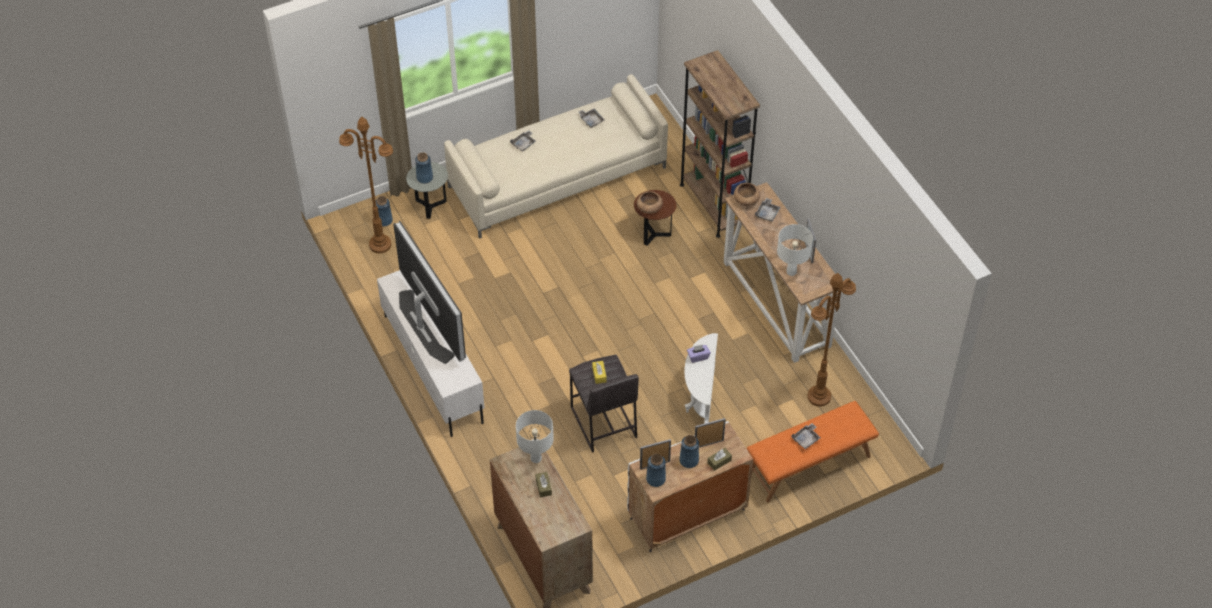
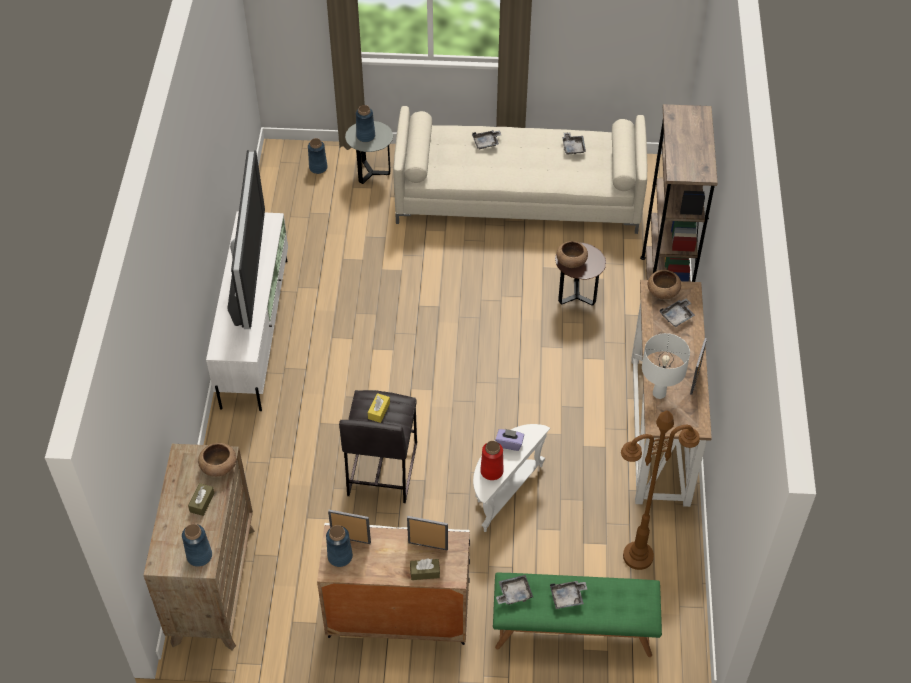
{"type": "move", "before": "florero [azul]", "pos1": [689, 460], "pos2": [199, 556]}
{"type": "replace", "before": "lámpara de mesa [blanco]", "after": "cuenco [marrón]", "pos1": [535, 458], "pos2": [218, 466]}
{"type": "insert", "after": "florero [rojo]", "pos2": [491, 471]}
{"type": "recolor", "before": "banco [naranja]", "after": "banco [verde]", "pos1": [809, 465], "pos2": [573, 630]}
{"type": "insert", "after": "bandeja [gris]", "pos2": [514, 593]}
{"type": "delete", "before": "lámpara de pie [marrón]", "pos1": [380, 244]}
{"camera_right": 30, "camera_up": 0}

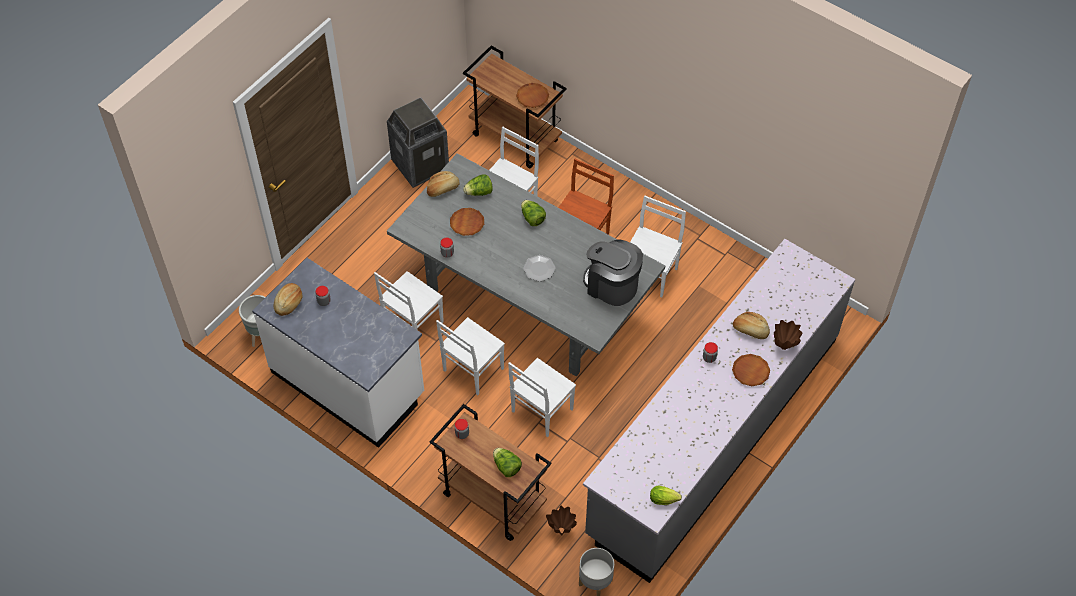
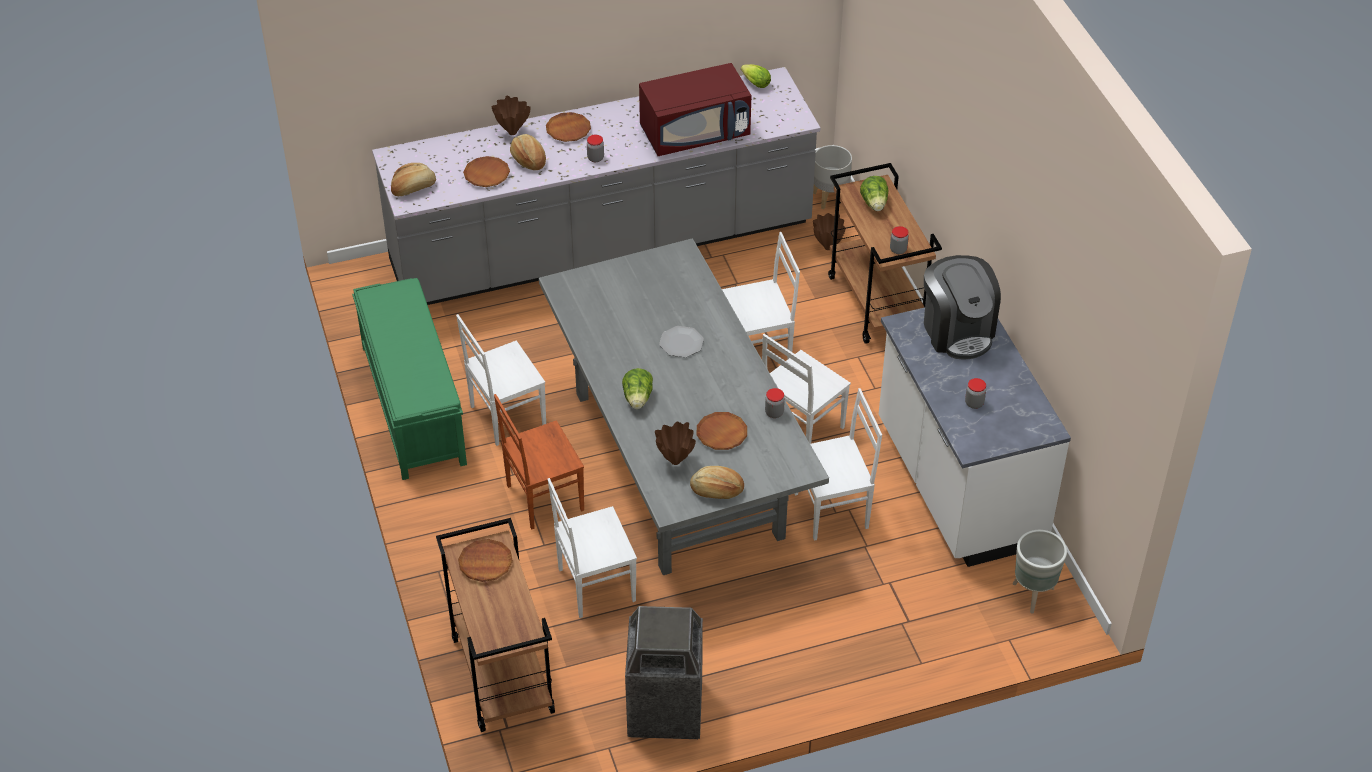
{"type": "insert", "after": "banco [verde]", "pos2": [413, 404]}
{"type": "move", "before": "pan", "pos1": [289, 303], "pos2": [413, 188]}
{"type": "insert", "after": "plato [marrón]", "pos2": [486, 174]}
{"type": "insert", "after": "microondas [rojo]", "pos2": [695, 133]}
{"type": "replace", "before": "lechuga", "after": "florero [marrón]", "pos1": [479, 192], "pos2": [675, 462]}
{"type": "rotate", "before": "silla [blanco]", "pos1": [472, 369], "pos2": [801, 426], "turn": 150}
{"type": "move", "before": "cafetera", "pos1": [611, 285], "pos2": [957, 331]}
{"camera_right": -145, "camera_up": -10}

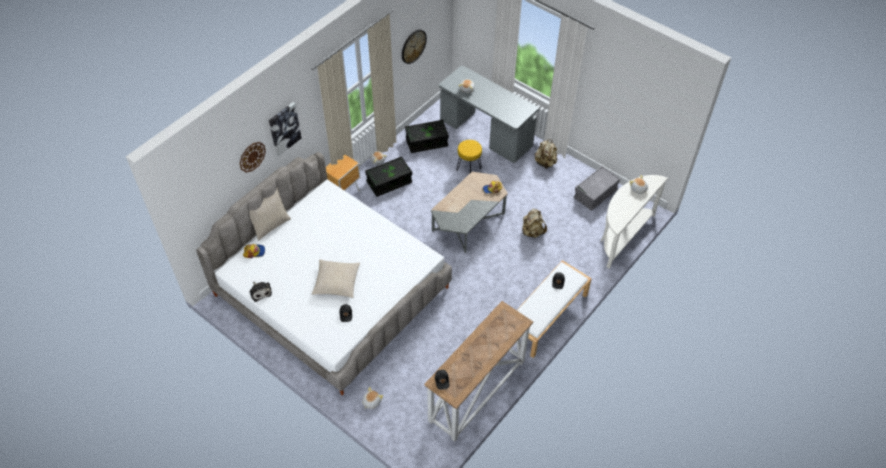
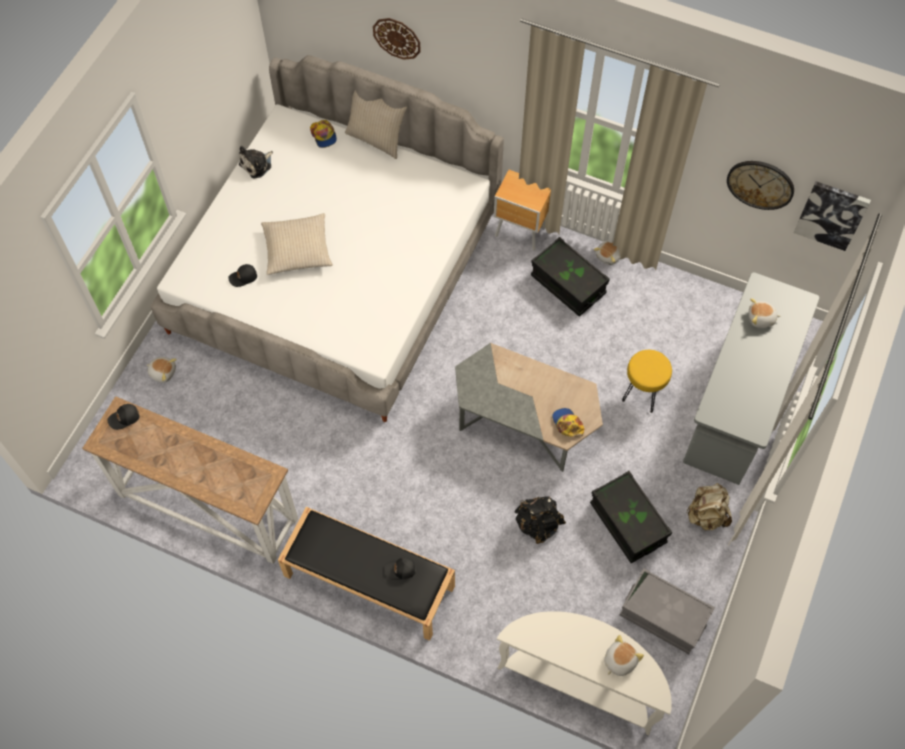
{"type": "recolor", "before": "banco [blanco]", "after": "banco [negro]", "pos1": [546, 316], "pos2": [368, 581]}
{"type": "recolor", "before": "mochila [beis]", "after": "mochila [negro]", "pos1": [532, 232], "pos2": [538, 524]}
{"type": "move", "before": "caja de almacenaje [negro]", "pos1": [426, 142], "pos2": [627, 523]}
{"type": "move", "before": "cuadro", "pos1": [284, 128], "pos2": [831, 214]}
{"camera_right": 75, "camera_up": 10}

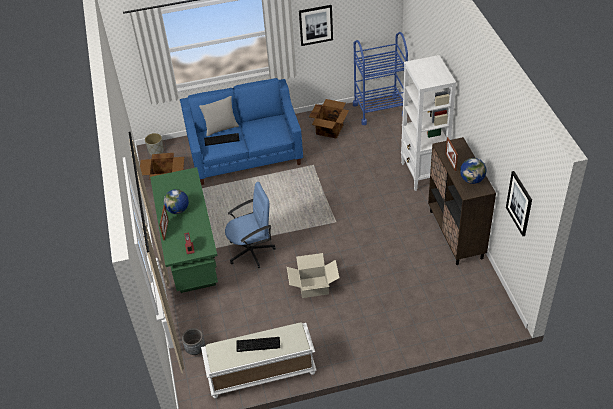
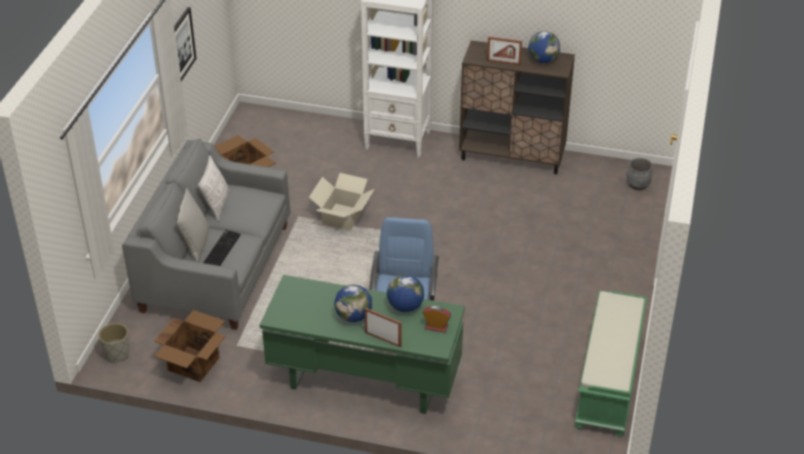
{"type": "recolor", "before": "sofá [azul]", "after": "sofá [gris]", "pos1": [245, 154], "pos2": [216, 268]}
{"type": "insert", "after": "cojín", "pos2": [216, 205]}
{"type": "move", "before": "caja de cartón", "pos1": [314, 287], "pos2": [343, 217]}
{"type": "insert", "after": "globo terráqueo", "pos2": [405, 307]}
{"type": "recolor", "before": "banco [blanco]", "after": "banco [verde]", "pos1": [261, 373], "pos2": [609, 382]}
{"type": "move", "before": "maceta [gris]", "pos1": [195, 349], "pos2": [637, 185]}
{"type": "delete", "before": "teclado", "pos1": [257, 345]}
{"type": "delete", "before": "carrito [azul]", "pos1": [379, 110]}
{"type": "delete", "before": "cuadro", "pos1": [519, 203]}
{"camera_right": -65, "camera_up": -5}

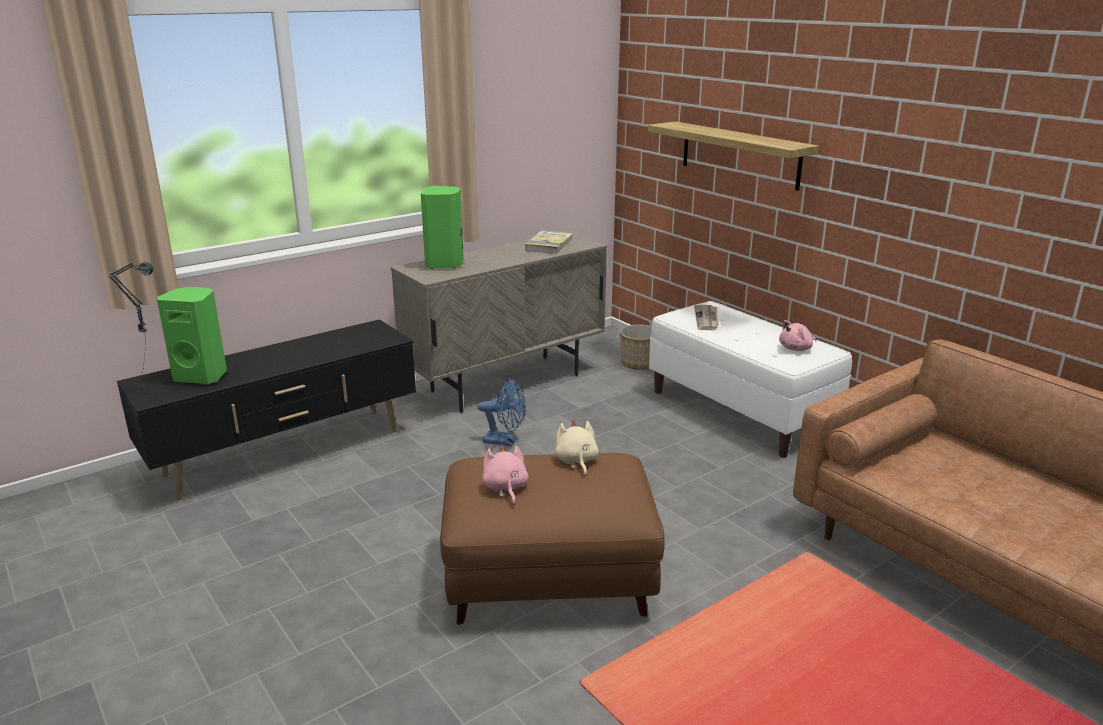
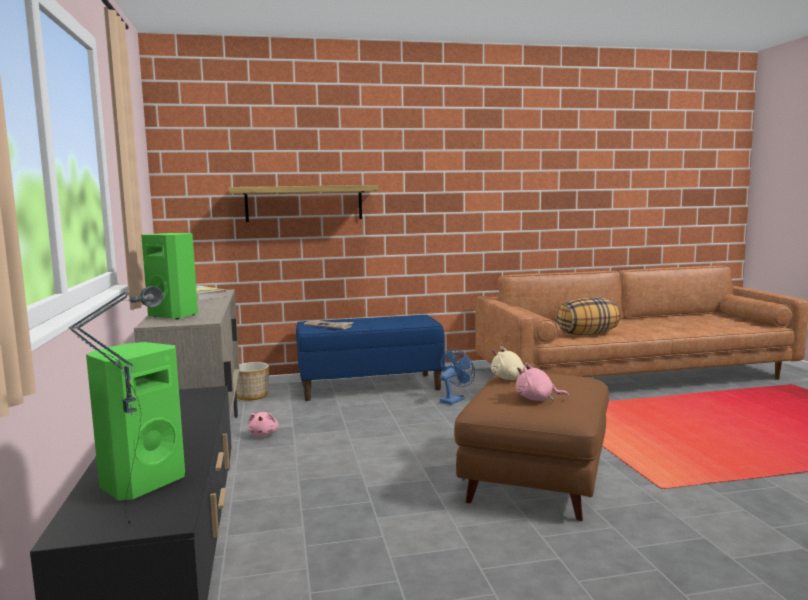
{"type": "move", "before": "peluche [rosa]", "pos1": [796, 349], "pos2": [264, 434]}
{"type": "recolor", "before": "banco [blanco]", "after": "banco [azul]", "pos1": [740, 412], "pos2": [370, 386]}
{"type": "move", "before": "ventilador [azul]", "pos1": [505, 441], "pos2": [454, 400]}
{"type": "insert", "after": "cojín", "pos2": [587, 334]}
{"camera_right": -65, "camera_up": -15}

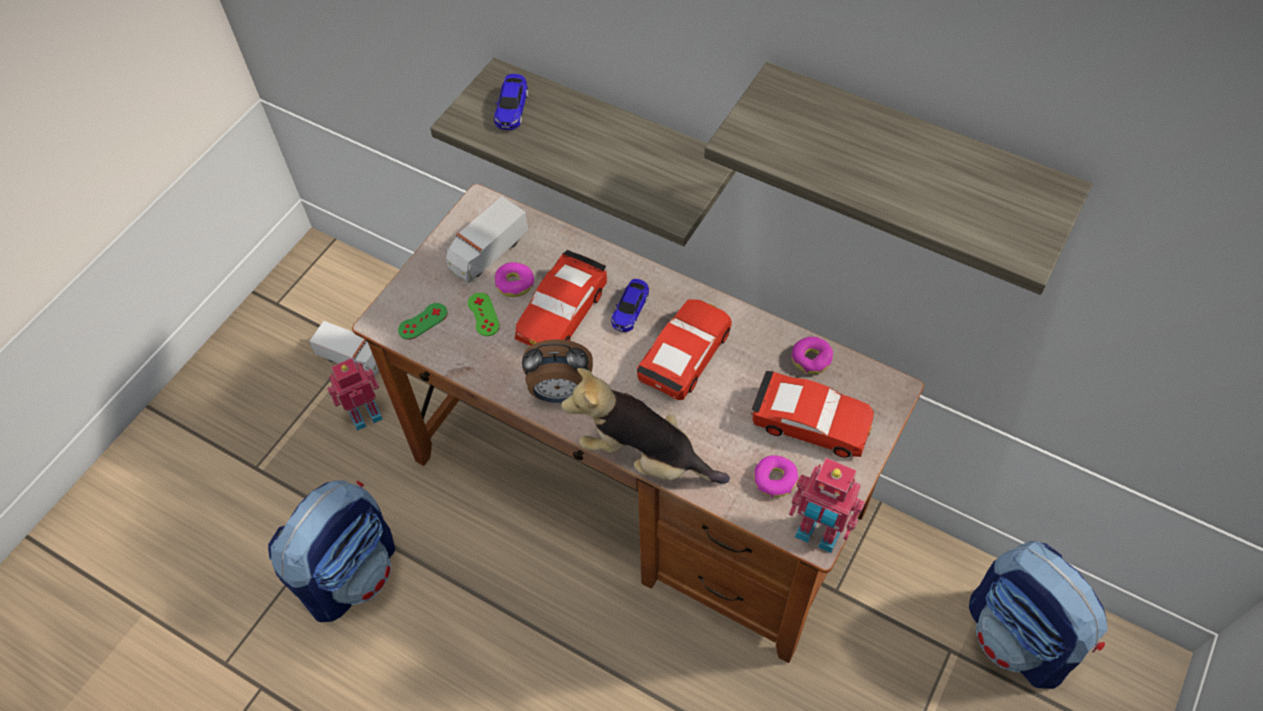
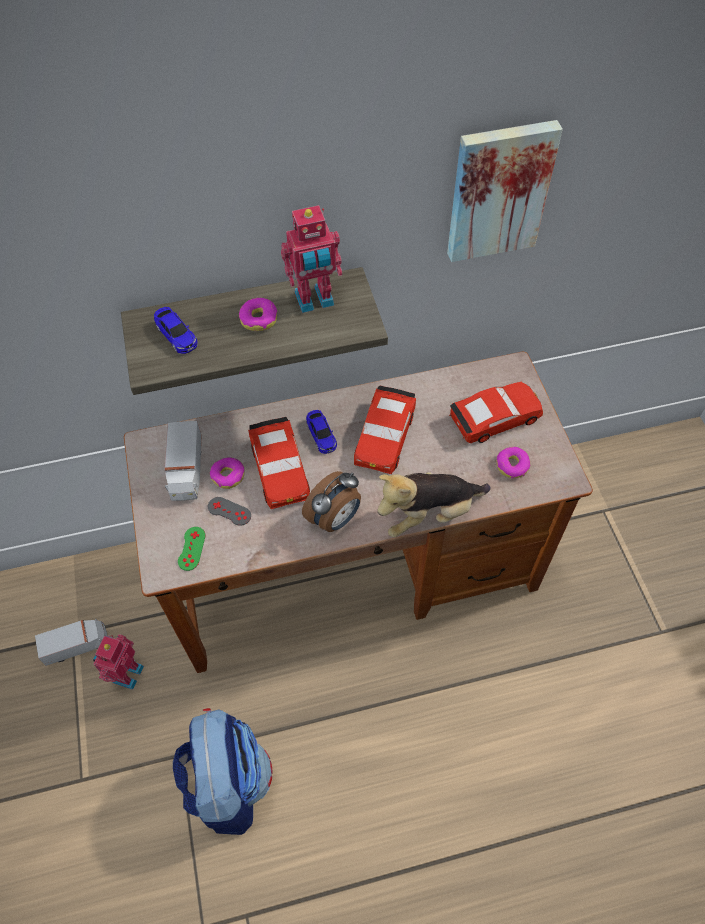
{"type": "recolor", "before": "mando de consola [verde]", "after": "mando de consola [gris]", "pos1": [483, 314], "pos2": [229, 511]}
{"type": "move", "before": "rosquilla", "pos1": [811, 359], "pos2": [259, 319]}
{"type": "move", "before": "robot de juguete", "pos1": [818, 533], "pos2": [315, 301]}
{"type": "rotate", "before": "coche de juguete [rojo]", "pos1": [685, 356], "pos2": [384, 437], "turn": -150}
{"type": "replace", "before": "estante", "after": "cuadro", "pos1": [911, 161], "pos2": [498, 190]}
{"type": "delete", "before": "mochila", "pos1": [1019, 638]}
{"camera_right": -45, "camera_up": 0}

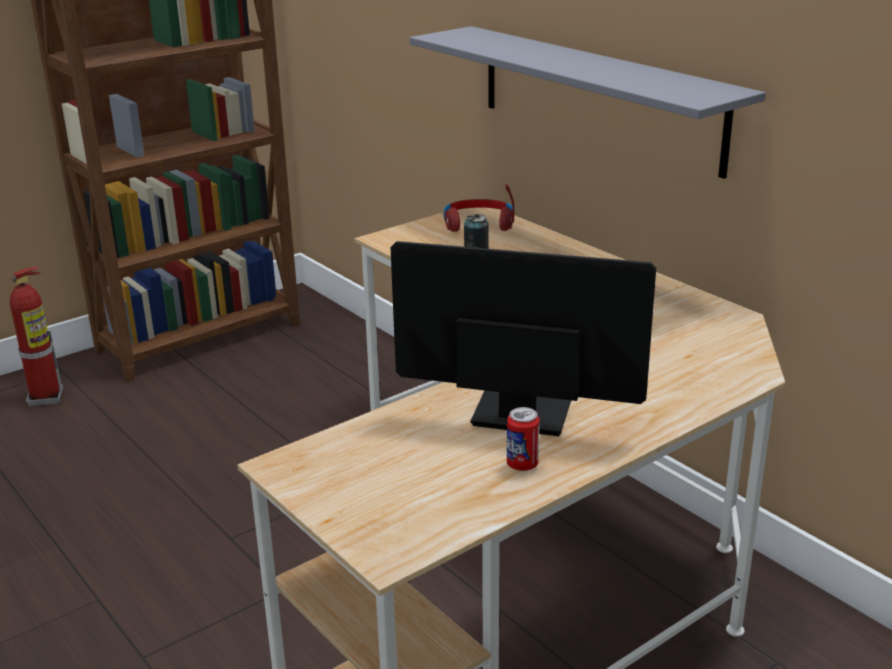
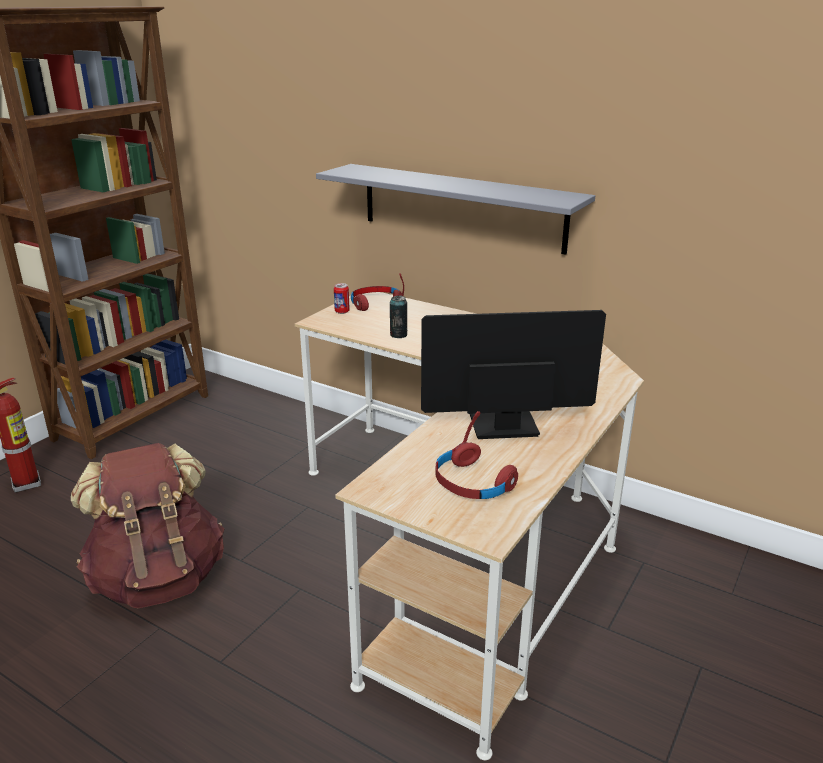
{"type": "insert", "after": "mochila [marrón]", "pos2": [159, 578]}
{"type": "move", "before": "lata", "pos1": [522, 465], "pos2": [342, 311]}
{"type": "insert", "after": "auriculares [rojo]", "pos2": [472, 483]}
{"camera_right": -20, "camera_up": 0}

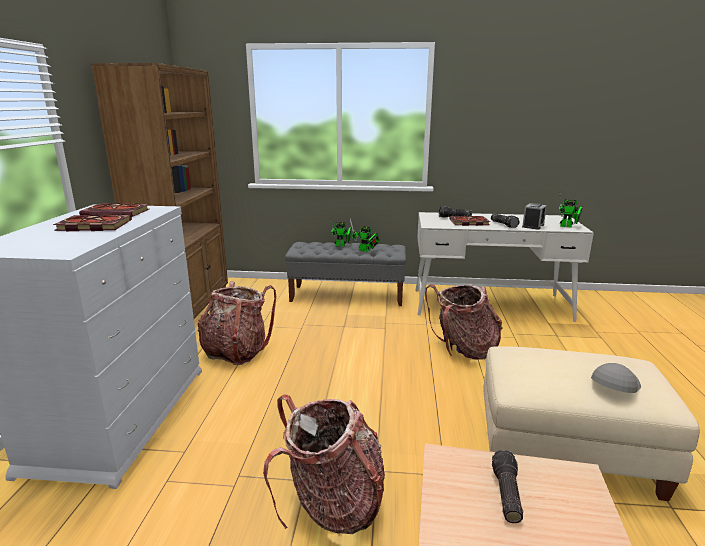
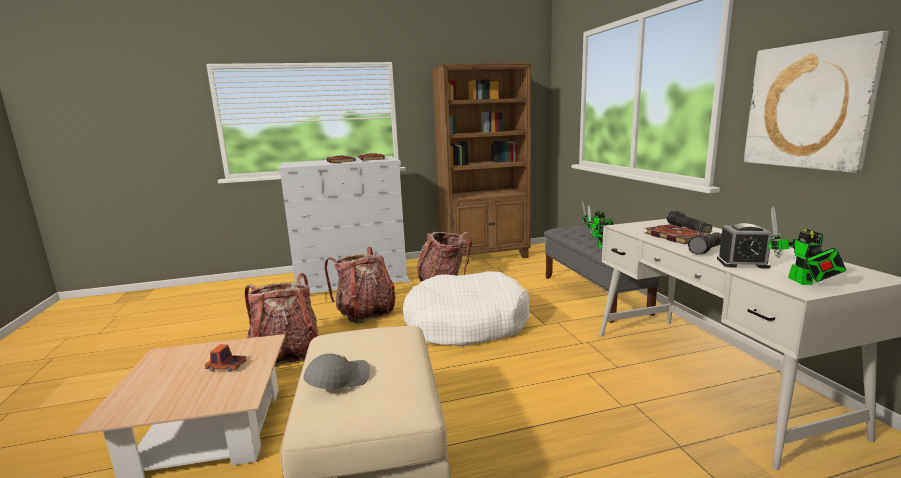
{"type": "replace", "before": "linterna", "after": "camión de juguete", "pos1": [505, 493], "pos2": [226, 367]}
{"type": "rotate", "before": "gorra [gris]", "pos1": [614, 384], "pos2": [338, 379], "turn": -60}
{"type": "move", "before": "mochila", "pos1": [463, 349], "pos2": [365, 312]}
{"type": "insert", "after": "cama para perro [blanco]", "pos2": [466, 323]}
{"type": "insert", "after": "cuadro", "pos2": [808, 106]}
{"camera_right": 70, "camera_up": -5}

